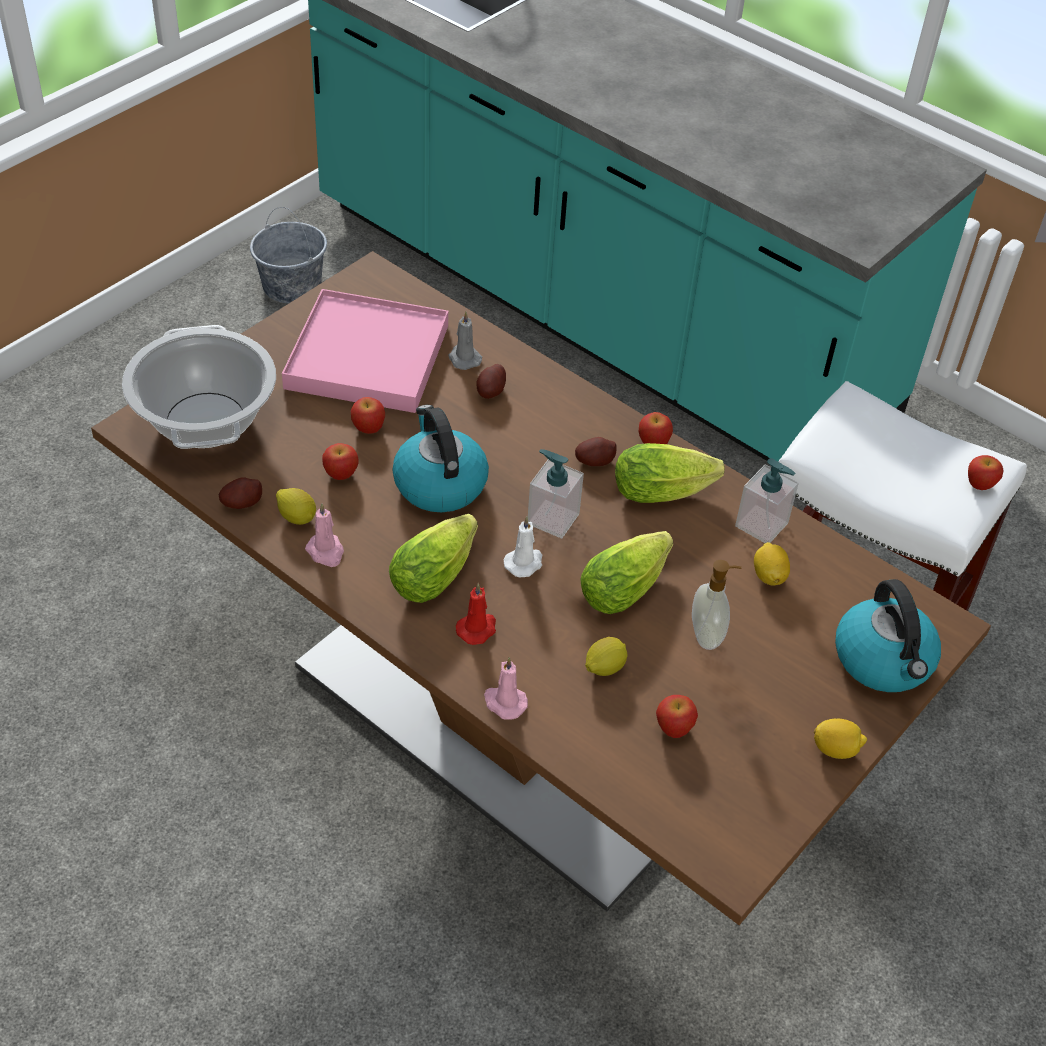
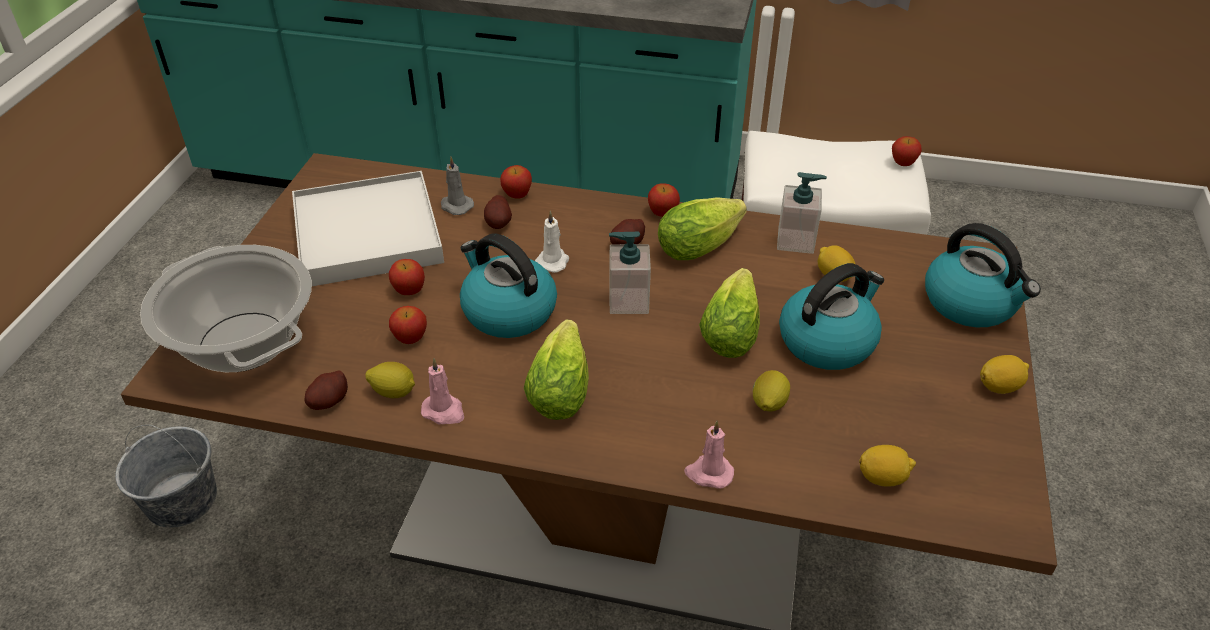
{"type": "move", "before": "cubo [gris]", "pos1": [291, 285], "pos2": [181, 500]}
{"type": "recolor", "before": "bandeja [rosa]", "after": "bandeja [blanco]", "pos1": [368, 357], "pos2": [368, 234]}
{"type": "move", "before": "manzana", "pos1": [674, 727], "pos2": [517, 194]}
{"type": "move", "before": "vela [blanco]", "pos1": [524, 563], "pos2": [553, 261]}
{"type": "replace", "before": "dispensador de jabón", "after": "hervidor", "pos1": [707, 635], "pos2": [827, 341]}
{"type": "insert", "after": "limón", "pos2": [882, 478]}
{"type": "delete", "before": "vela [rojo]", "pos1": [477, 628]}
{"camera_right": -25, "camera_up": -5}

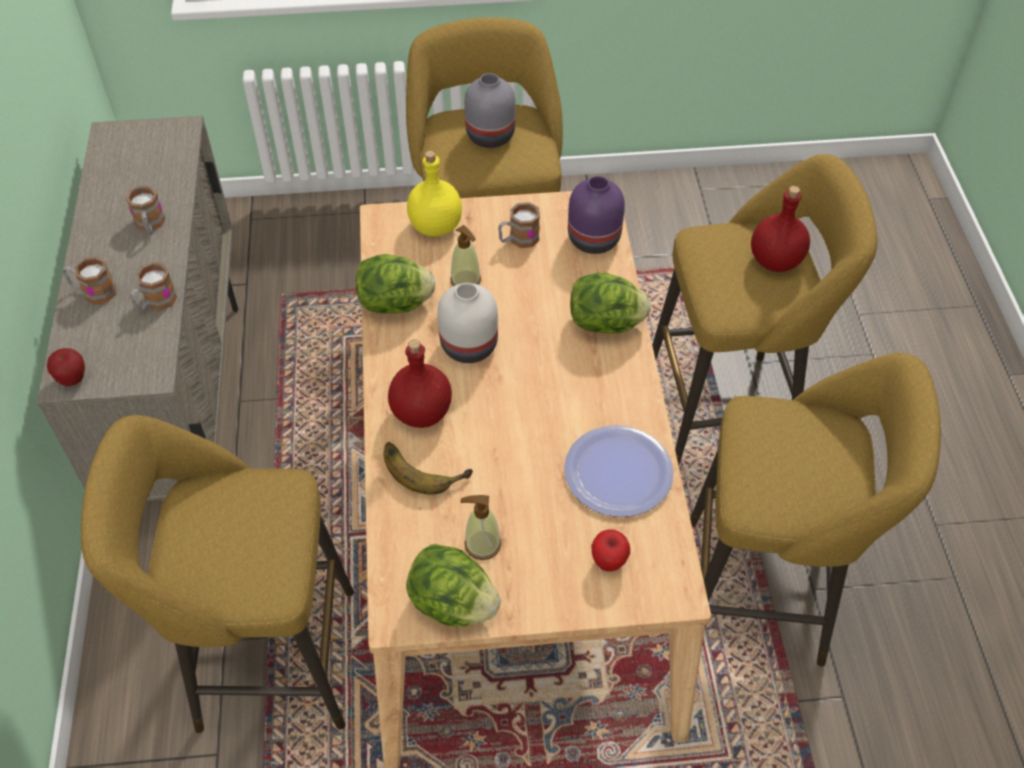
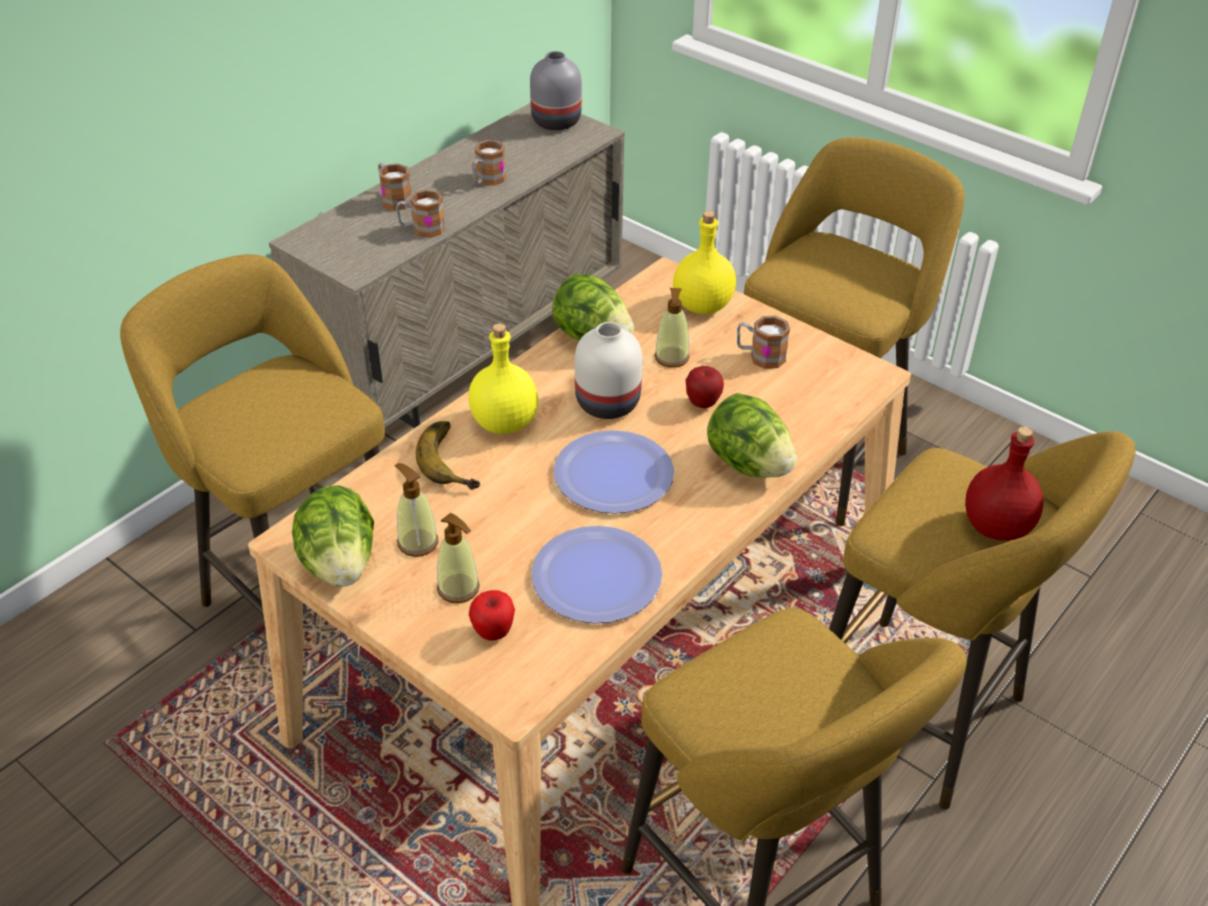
{"type": "insert", "after": "dispensador de jabón", "pos2": [458, 588]}
{"type": "recolor", "before": "botella [rojo]", "after": "botella [amarillo]", "pos1": [420, 412], "pos2": [504, 422]}
{"type": "move", "before": "florero [gris]", "pos1": [491, 135], "pos2": [557, 121]}
{"type": "insert", "after": "plato", "pos2": [613, 474]}
{"type": "move", "before": "manzana", "pos1": [73, 379], "pos2": [702, 403]}
{"type": "delete", "before": "florero [morado]", "pos1": [592, 239]}
{"camera_right": 45, "camera_up": -10}

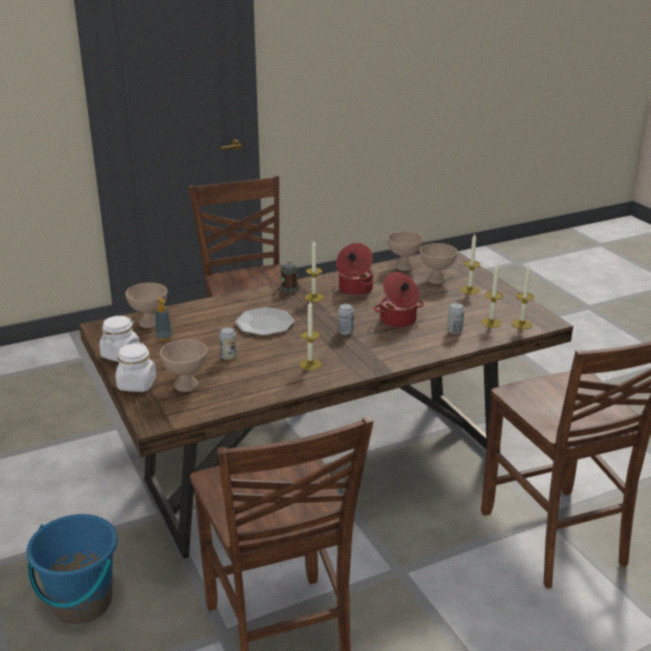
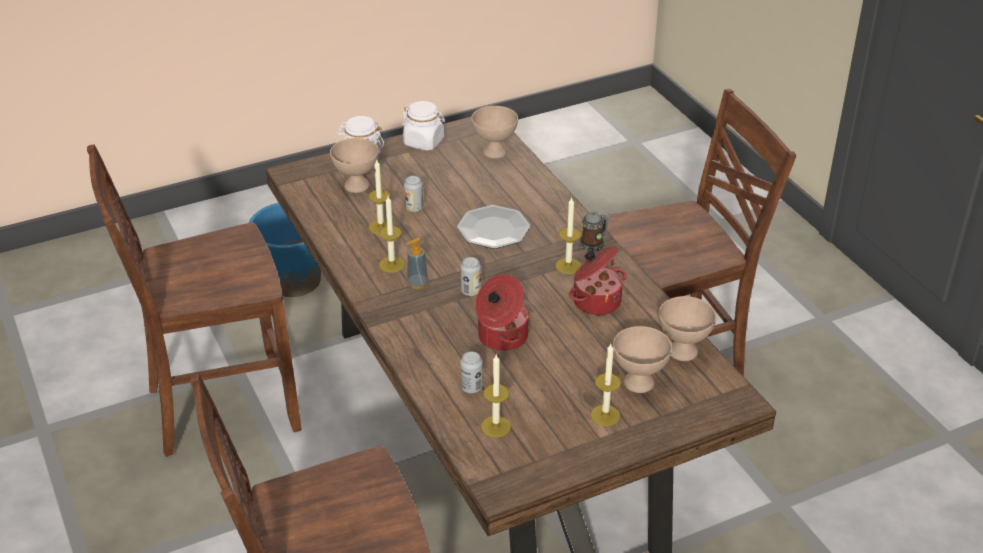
{"type": "move", "before": "vela", "pos1": [521, 324], "pos2": [381, 227]}
{"type": "move", "before": "dispensador de jabón", "pos1": [164, 337], "pos2": [417, 283]}
{"camera_right": 90, "camera_up": 10}

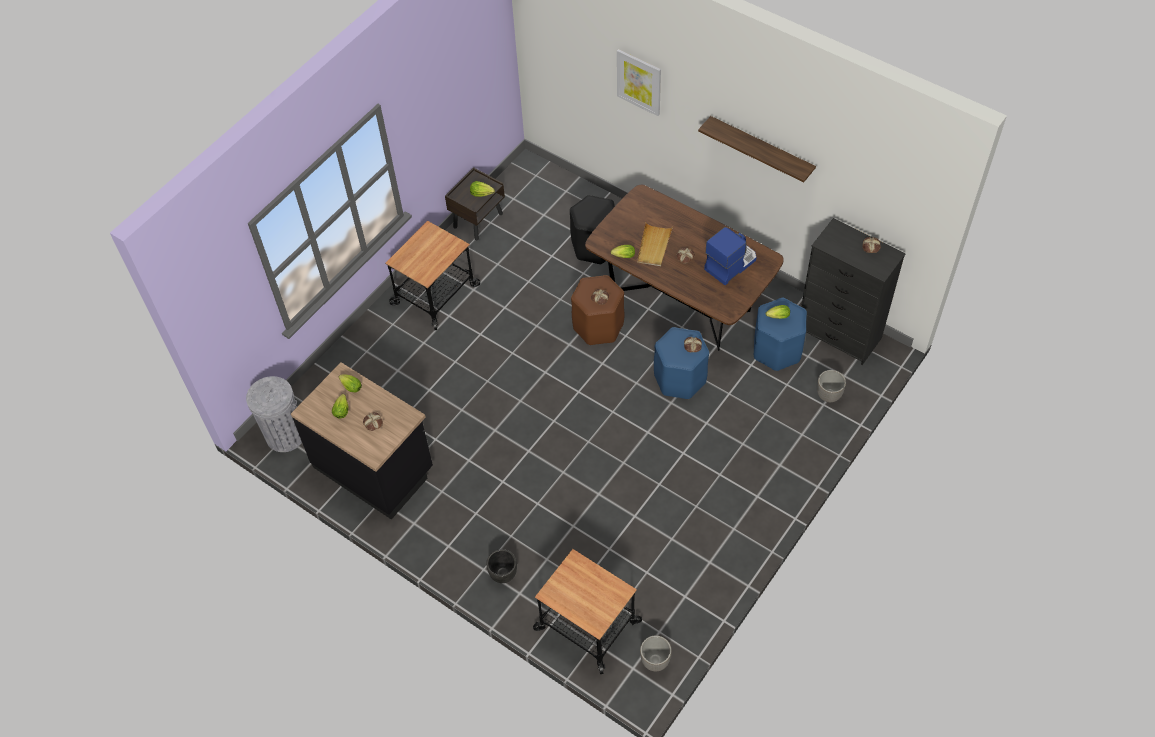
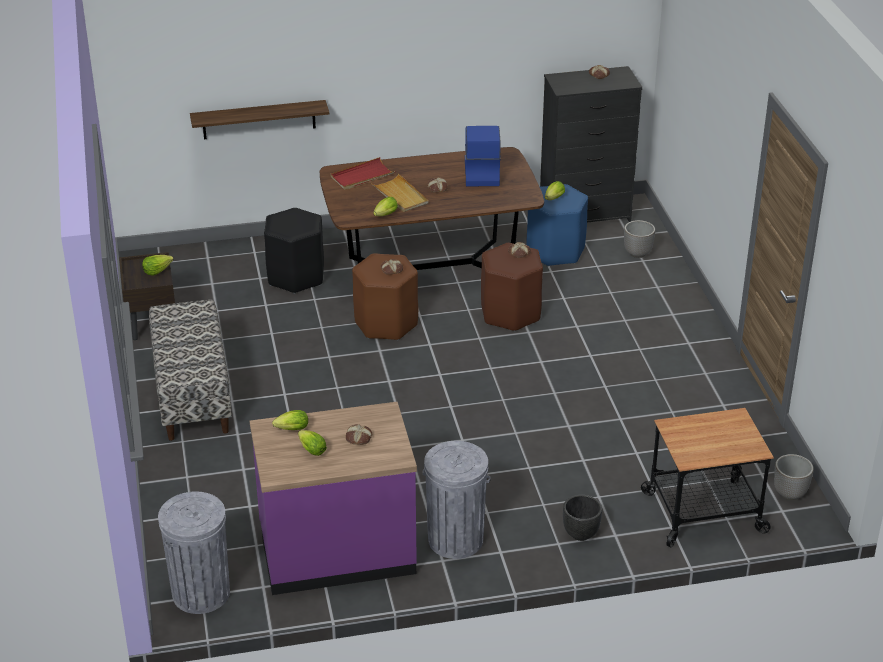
{"type": "replace", "before": "carrito", "after": "banco", "pos1": [435, 294], "pos2": [192, 395]}
{"type": "move", "before": "estante", "pos1": [761, 150], "pos2": [259, 119]}
{"type": "recolor", "before": "mueble bajo de cocina [negro]", "after": "mueble bajo de cocina [morado]", "pos1": [374, 468], "pos2": [337, 551]}
{"type": "insert", "after": "bandeja [rojo]", "pos2": [362, 176]}
{"type": "insert", "after": "papelera [gris]", "pos2": [455, 539]}
{"type": "recolor", "before": "taburete [azul]", "after": "taburete [marrón]", "pos1": [679, 379], "pos2": [510, 314]}
{"type": "delete", "before": "cuadro", "pos1": [639, 82]}
{"camera_right": -50, "camera_up": -20}

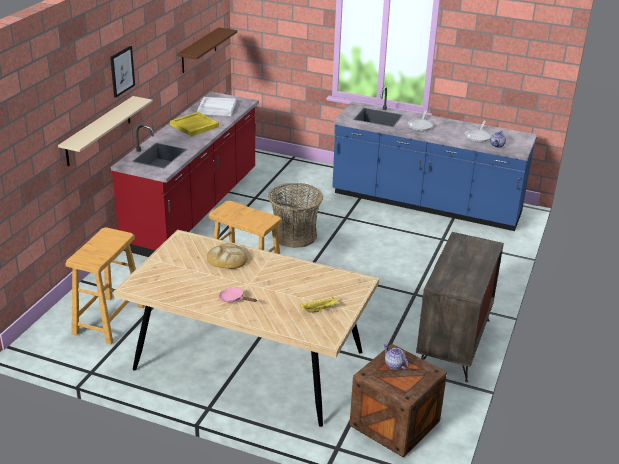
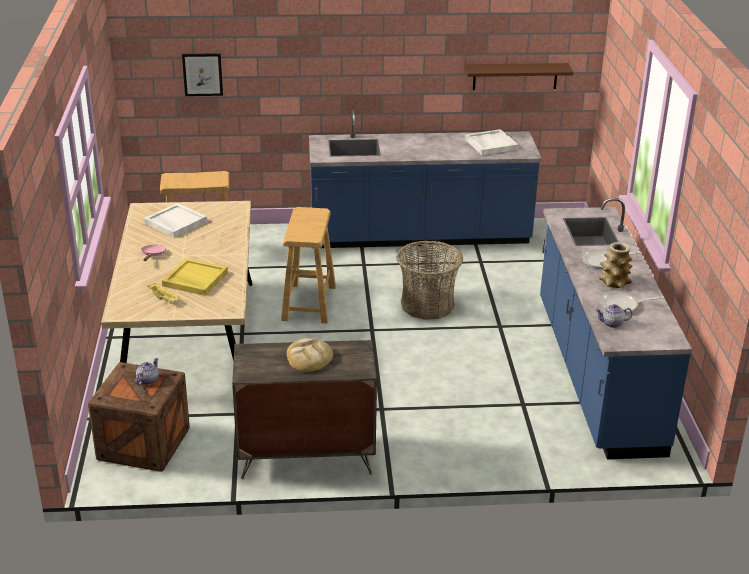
{"type": "insert", "after": "bandeja [blanco]", "pos2": [175, 222]}
{"type": "move", "before": "bandeja [amarillo]", "pos1": [194, 126], "pos2": [194, 279]}
{"type": "move", "before": "cuadro", "pos1": [122, 71], "pos2": [202, 74]}
{"type": "move", "before": "pan", "pos1": [227, 259], "pos2": [309, 357]}
{"type": "recolor", "before": "mueble bajo de cocina [rojo]", "after": "mueble bajo de cocina [azul]", "pos1": [194, 209], "pos2": [419, 237]}
{"type": "insert", "after": "florero", "pos2": [614, 282]}
{"type": "delete", "before": "estante [beis]", "pos1": [98, 131]}
{"camera_right": 65, "camera_up": 0}

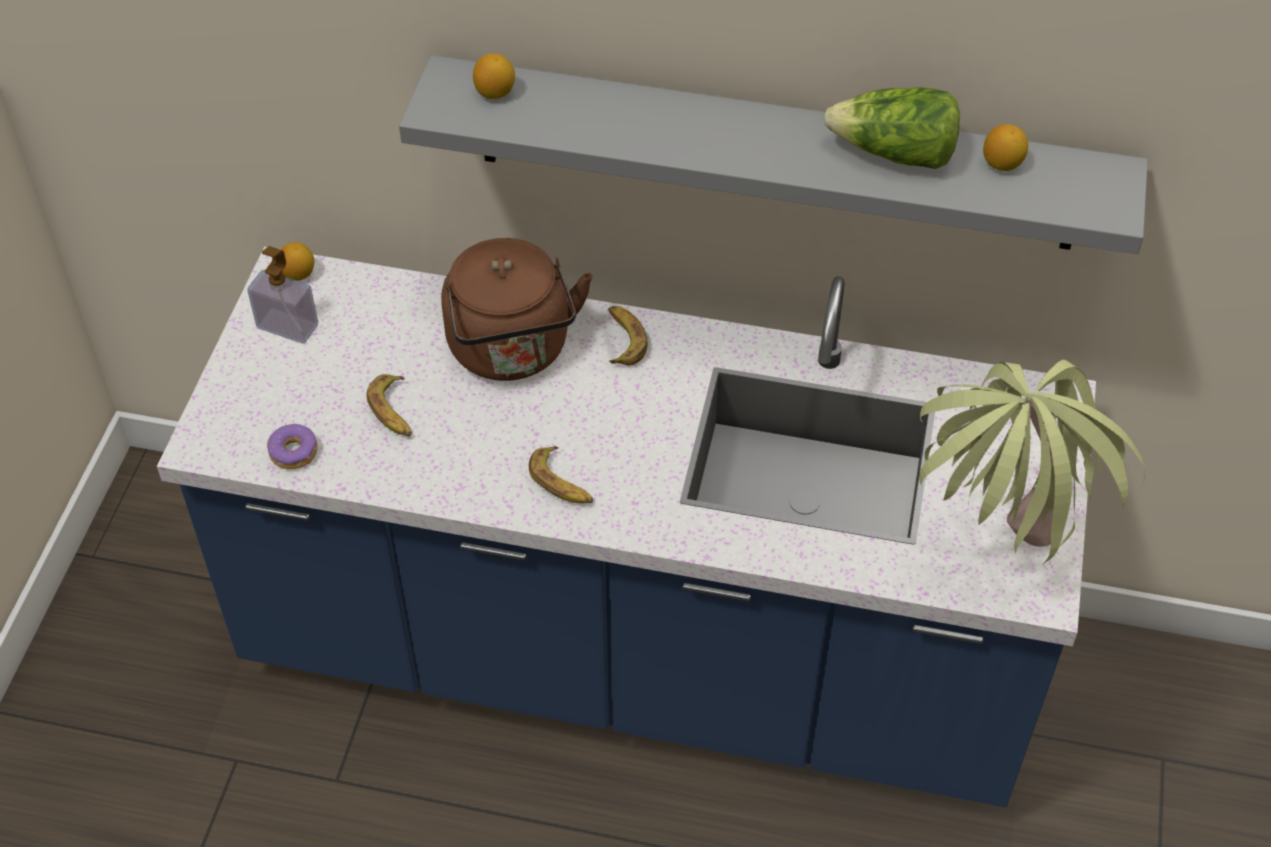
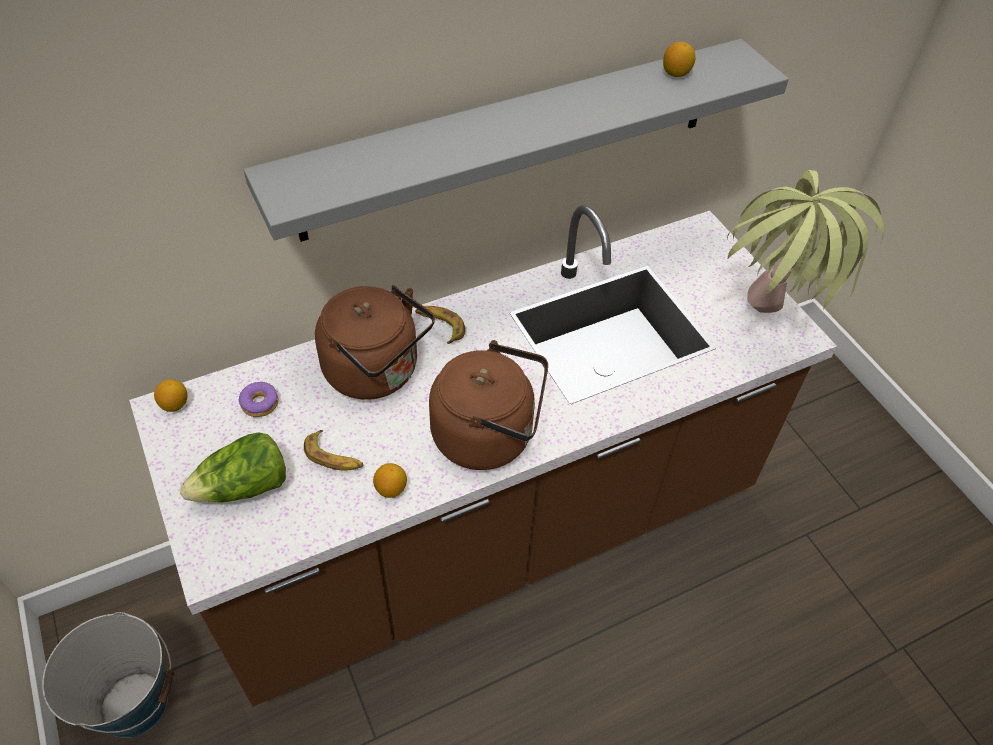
{"type": "insert", "after": "cubo", "pos2": [134, 703]}
{"type": "recolor", "before": "mueble bajo de cocina [azul]", "after": "mueble bajo de cocina [marrón]", "pos1": [635, 657], "pos2": [489, 535]}
{"type": "move", "before": "lechuga", "pos1": [895, 154], "pos2": [244, 487]}
{"type": "move", "before": "rosquilla", "pos1": [294, 453], "pos2": [260, 404]}
{"type": "move", "before": "limón", "pos1": [495, 93], "pos2": [391, 489]}
{"type": "replace", "before": "plátano", "after": "hervidor [marrón]", "pos1": [562, 483], "pos2": [489, 435]}
{"type": "delete", "before": "dispensador de jabón", "pos1": [287, 326]}
{"camera_right": -40, "camera_up": 0}

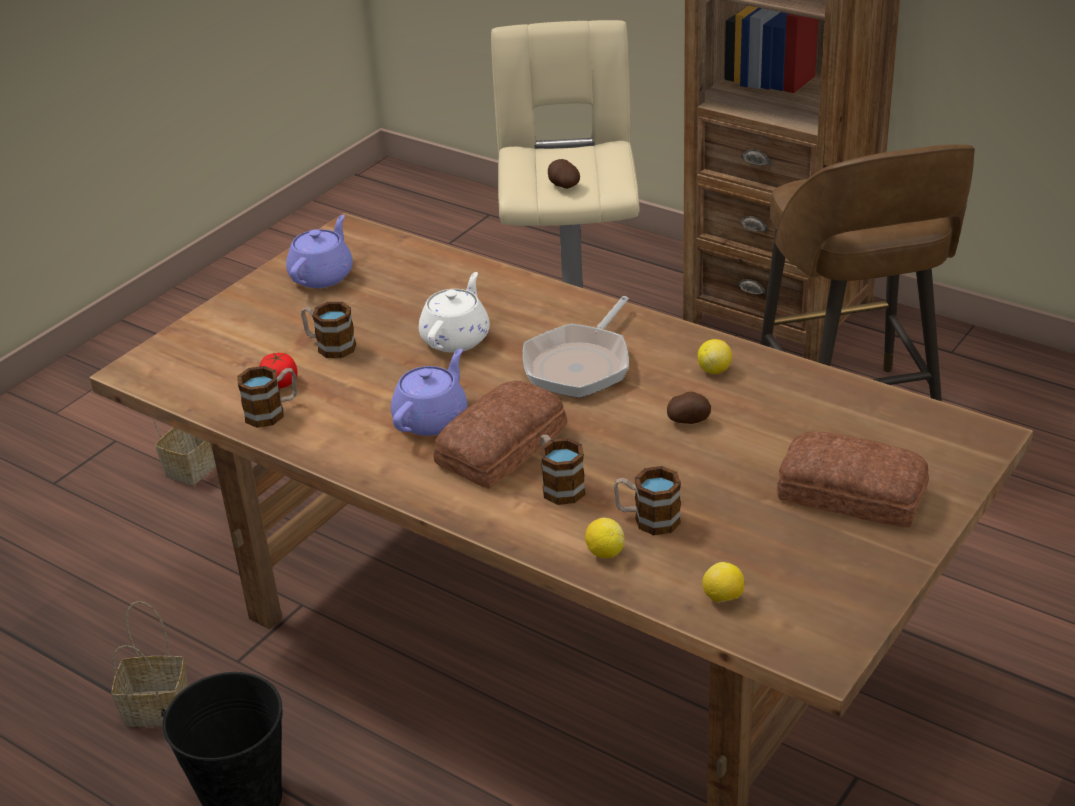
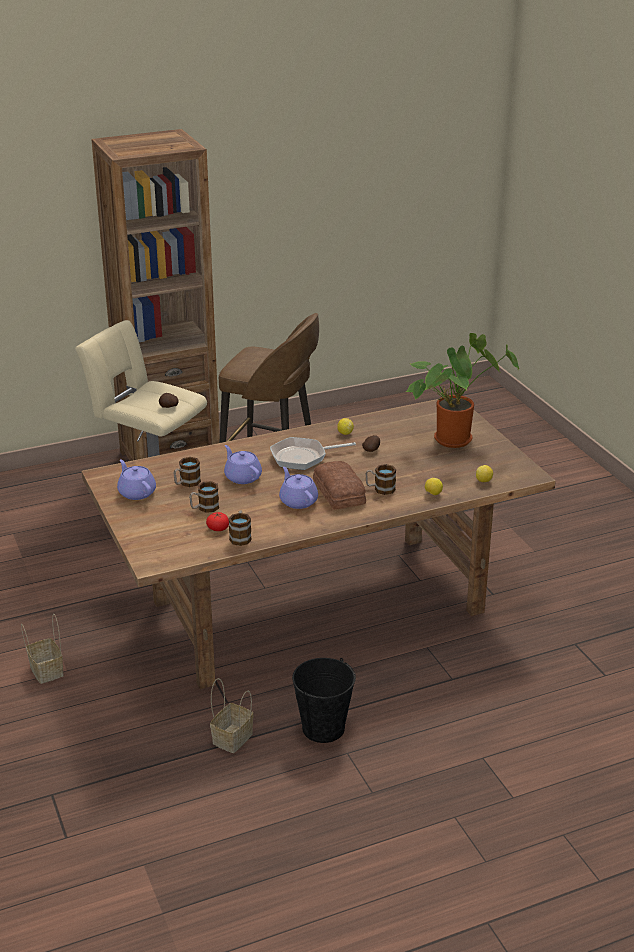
{"type": "move", "before": "taza grande", "pos1": [647, 519], "pos2": [186, 483]}
{"type": "recolor", "before": "tetera [blanco]", "after": "tetera [morado]", "pos1": [456, 338], "pos2": [242, 477]}
{"type": "rotate", "before": "sartén", "pos1": [580, 364], "pos2": [302, 457], "turn": 105}
{"type": "replace", "before": "pan", "after": "planta en maceta", "pos1": [852, 495], "pos2": [455, 438]}
{"camera_right": -60, "camera_up": -5}

